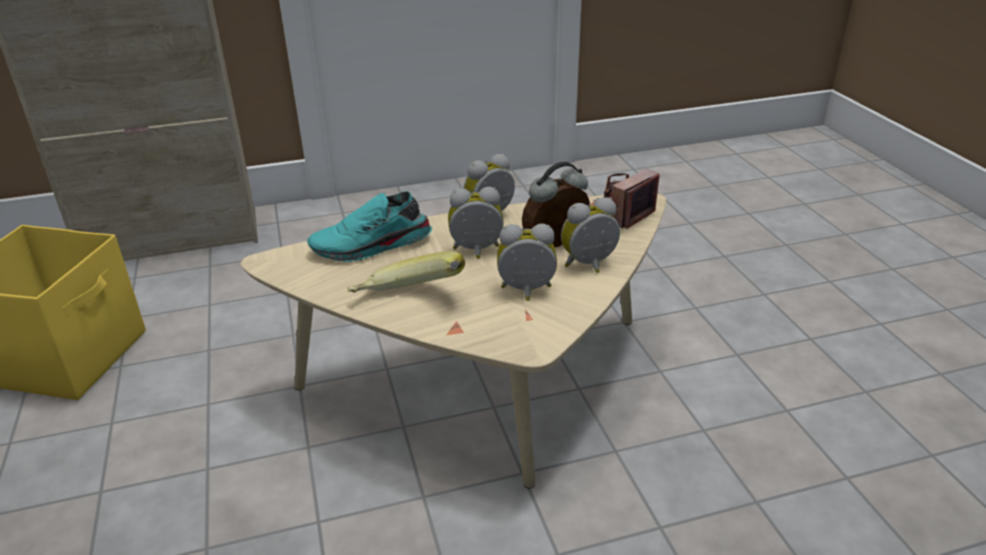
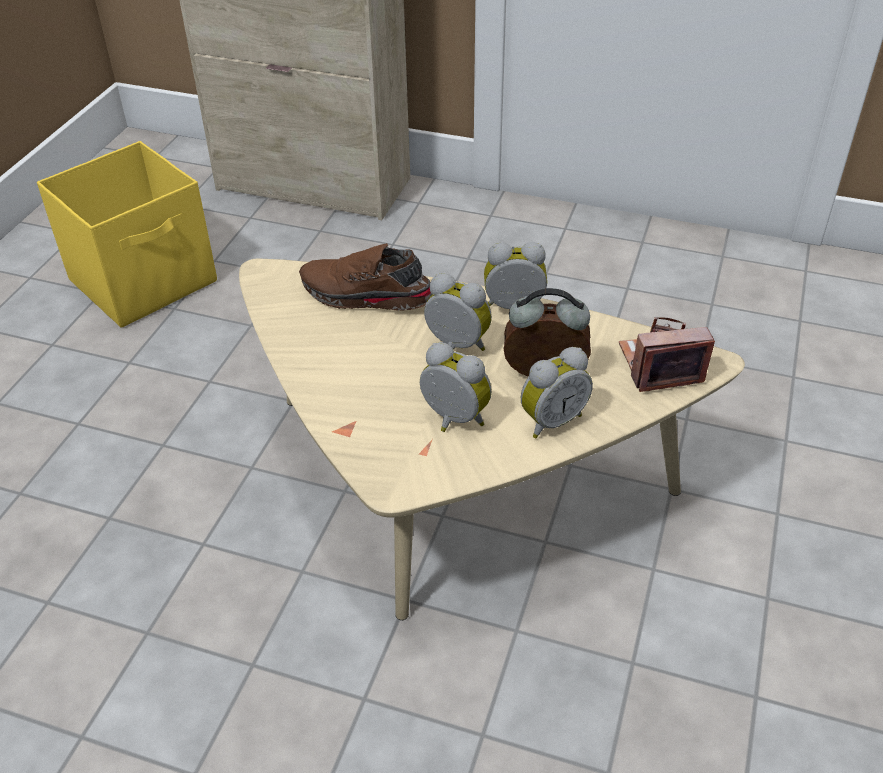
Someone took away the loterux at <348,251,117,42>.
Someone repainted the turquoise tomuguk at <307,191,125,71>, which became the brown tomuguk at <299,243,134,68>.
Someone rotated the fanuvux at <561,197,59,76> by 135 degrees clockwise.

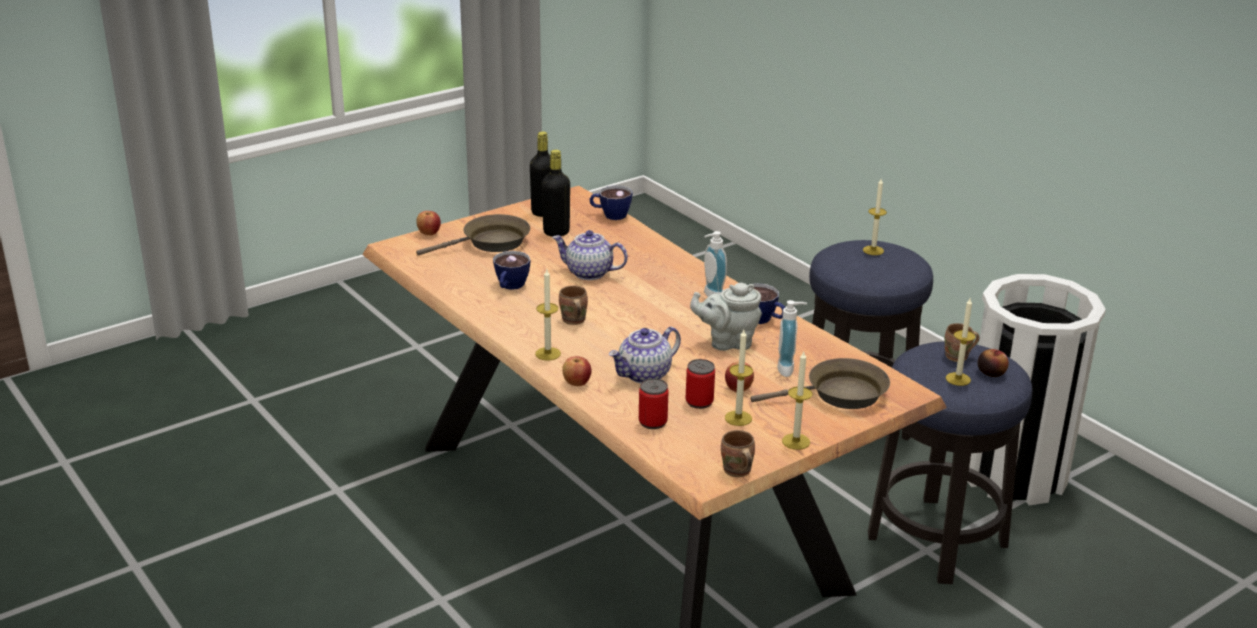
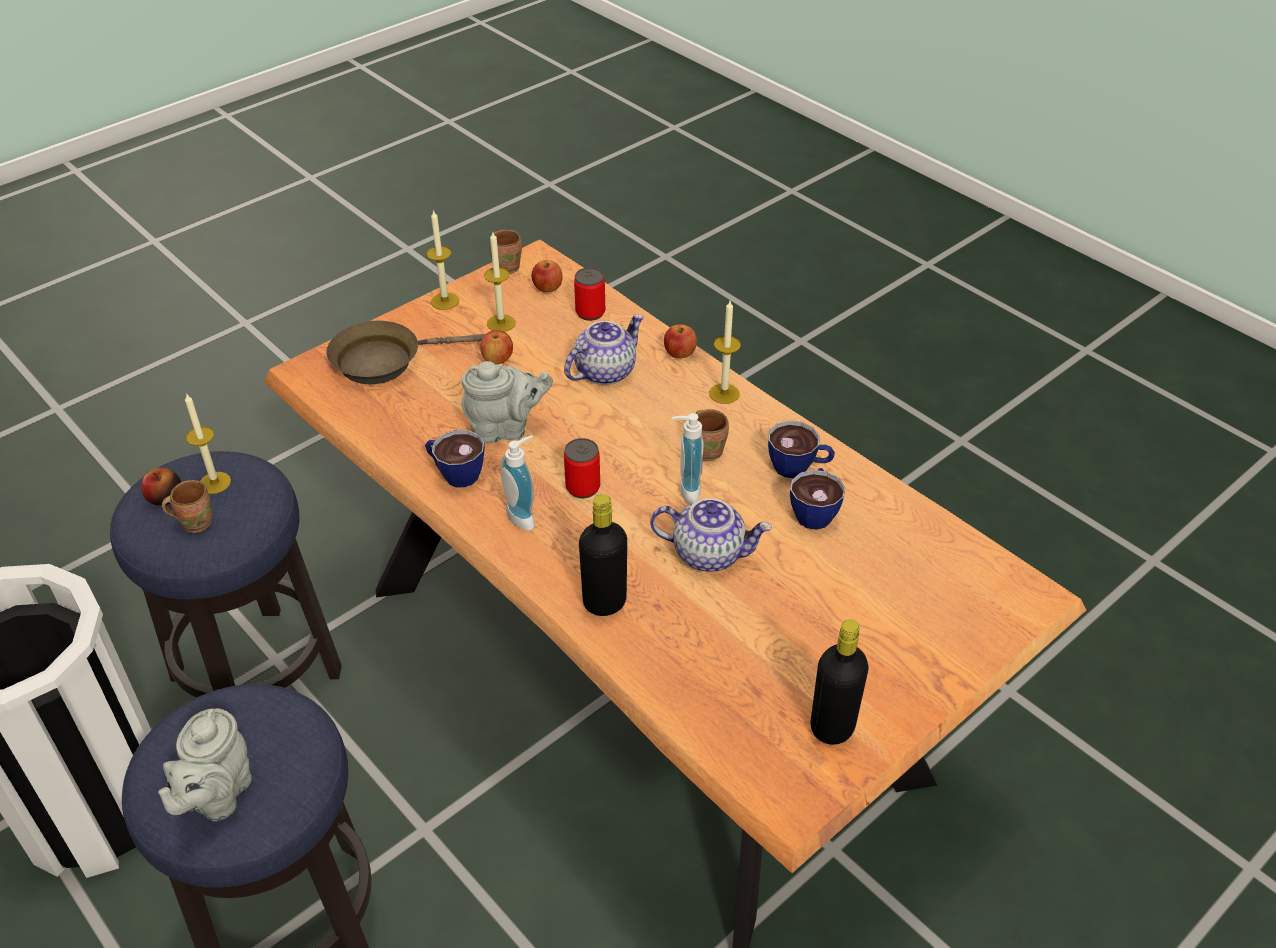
Someone took away the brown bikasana at <416,214,114,41>.
Someone carried the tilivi from <416,211,25,24> to <532,260,31,32>.
Someone carried the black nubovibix from <542,150,28,87> to <579,494,48,122>.
Someone carried the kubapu from <590,185,42,35> to <768,420,67,58>.
Someone carried the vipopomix from <686,359,29,50> to <564,438,36,60>.
Someone carried the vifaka from <777,300,30,77> to <672,413,31,91>.
Someone swapped the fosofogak at <863,179,24,76> for the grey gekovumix at <158,708,94,113>.

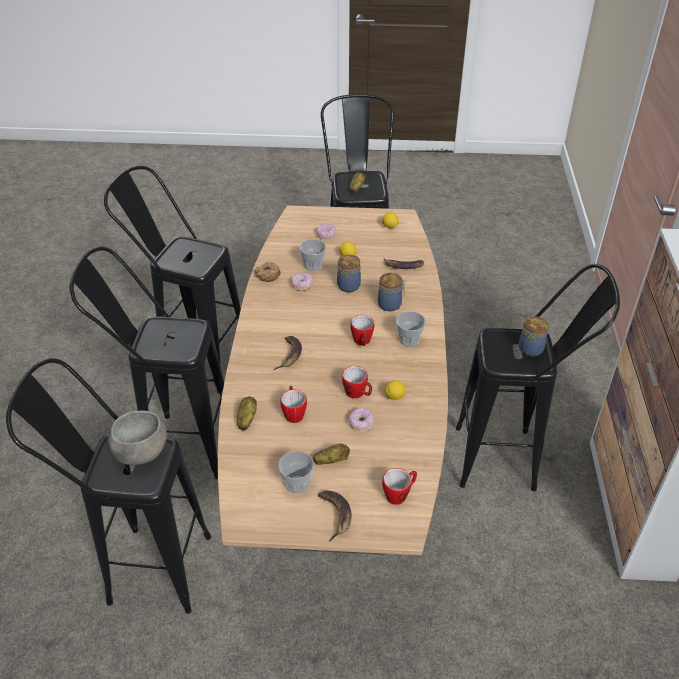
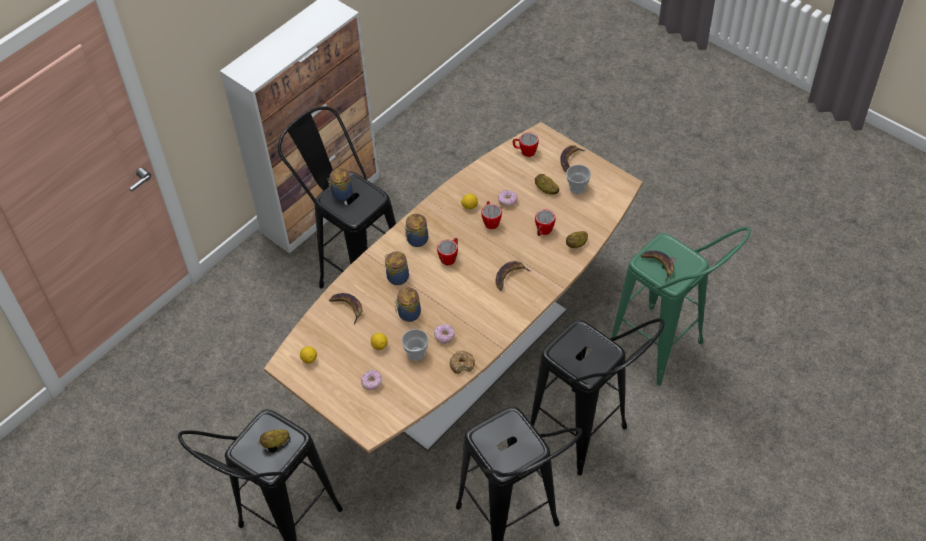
Someone swapped the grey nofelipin at <108,410,59,55> for the loterux at <641,251,33,31>.
Someone swapped the kubapu at <396,311,30,36> for the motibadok at <405,214,23,33>.
Someone repainted the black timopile at <6,358,205,256>, which became the green timopile at <611,227,140,159>.

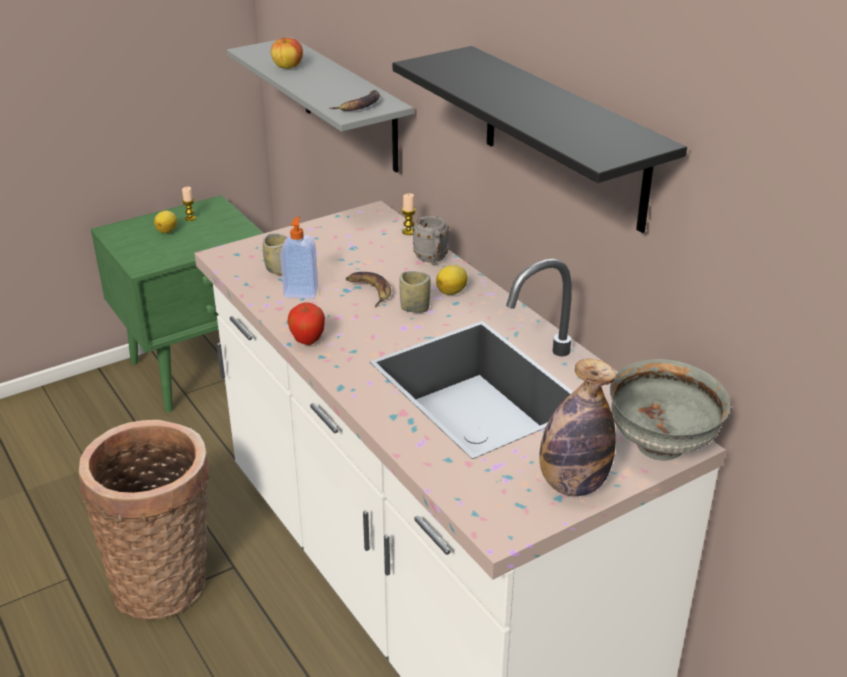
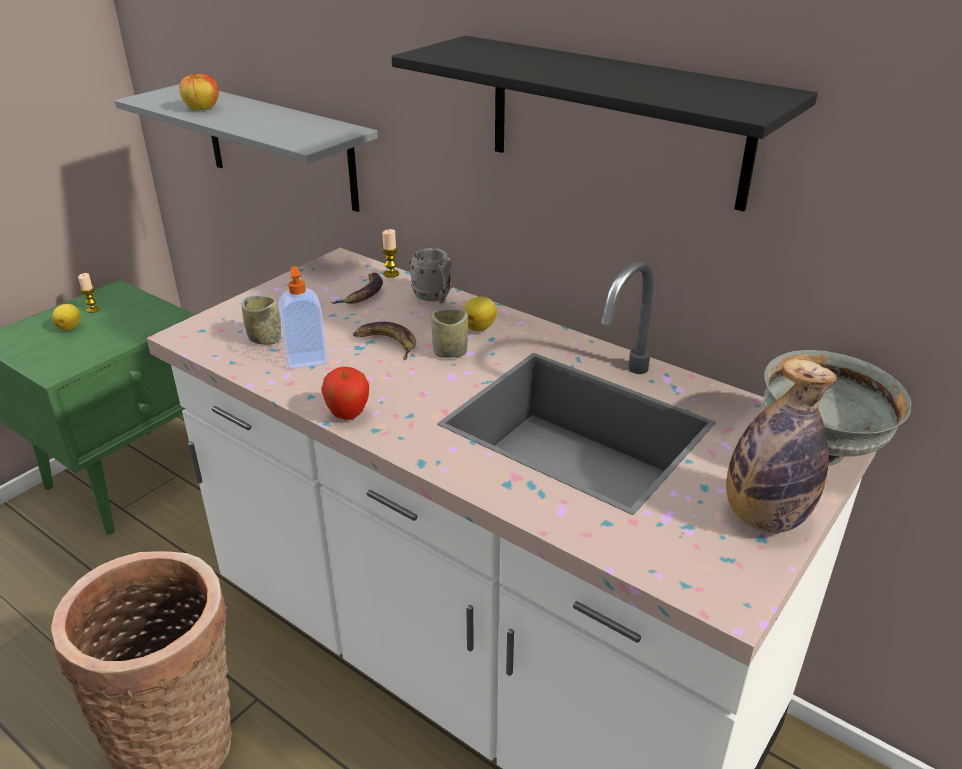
Someone carried the loterux from <330,90,50,21> to <331,273,52,31>.

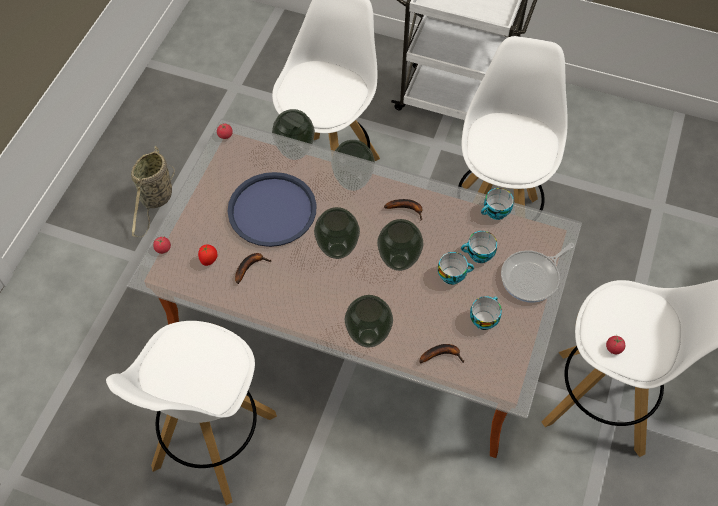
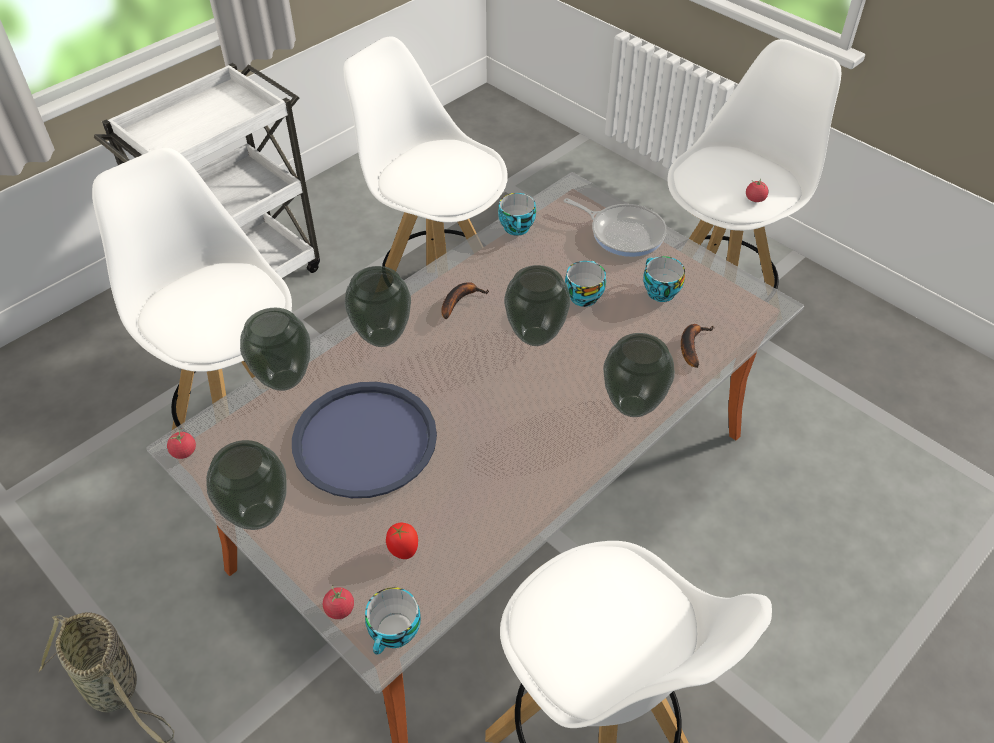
Someone took away the loterux at <235,253,36,31>.
Someone carried the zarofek from <314,207,46,52> to <206,440,81,90>.
Someone carried the kubapu from <461,231,36,32> to <365,587,56,68>.
Someone rotated the bikasana at <501,243,74,60> by 45 degrees counterclockwise.

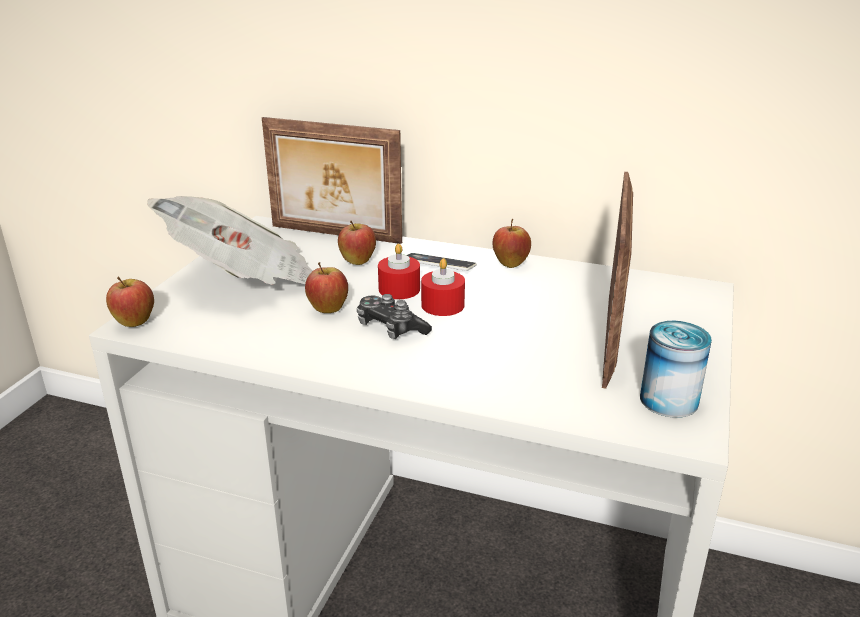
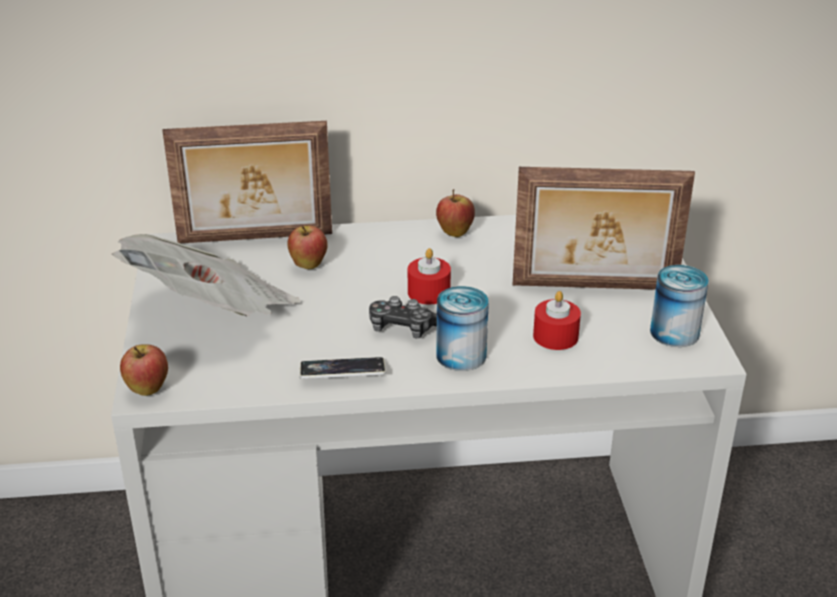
Someone took away the tilivi at <305,262,43,51>.
Someone put down the vipopomix at <436,286,53,85>.
Someone carried the red fosofogak from <378,244,42,55> to <533,291,48,59>.
Someone carried the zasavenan from <407,253,70,18> to <299,357,87,22>.
Someone rotated the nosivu at <602,172,31,216> by 105 degrees clockwise.

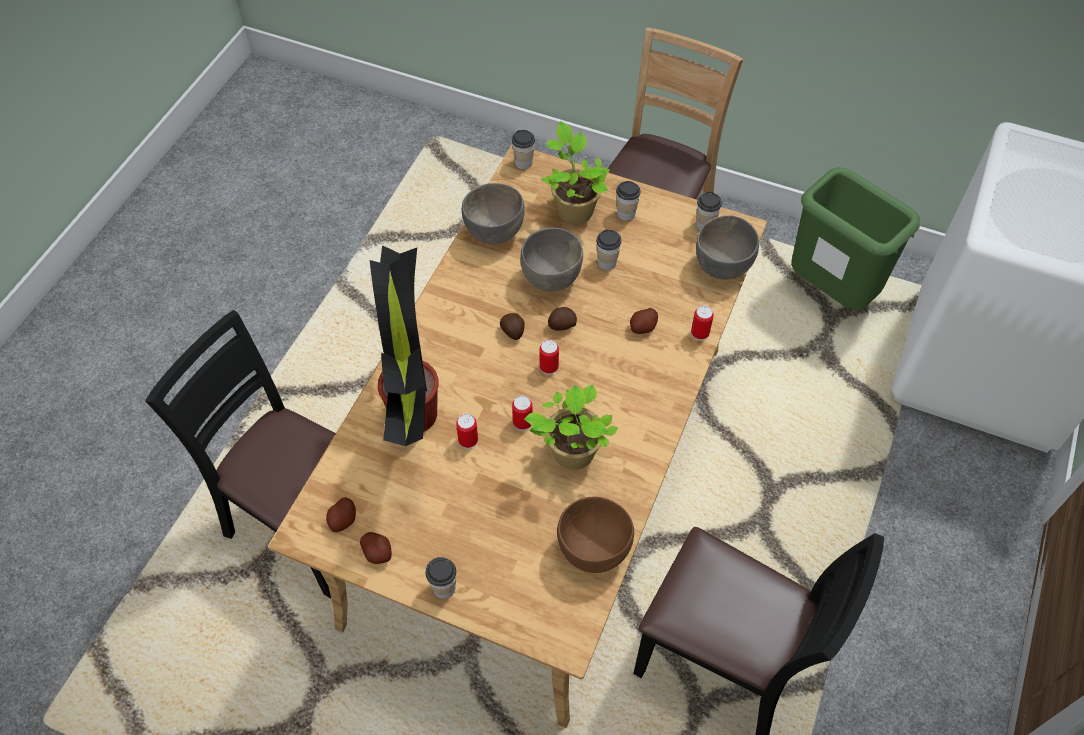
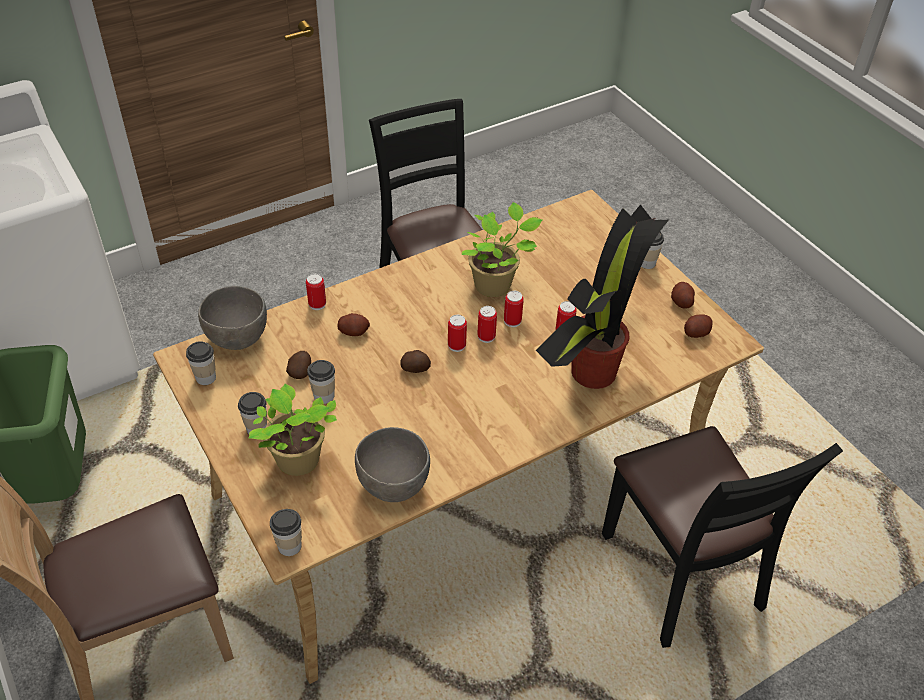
Someone took away the grey nofelipin at <520,228,63,64>.
Someone took away the brown nofelipin at <557,497,77,76>.
Someone put down the vipopomix at <477,306,20,37>.
Someone carried the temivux from <500,313,25,27> to <286,351,25,28>.

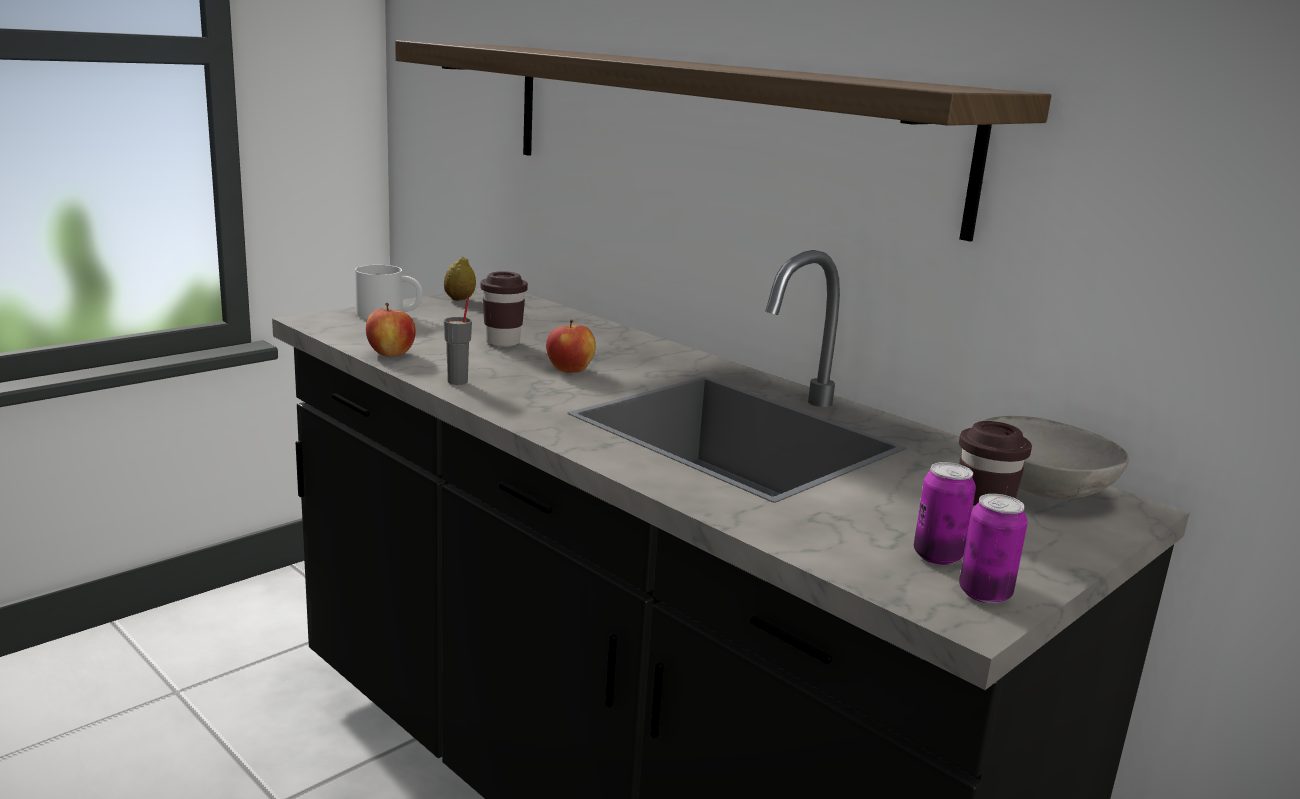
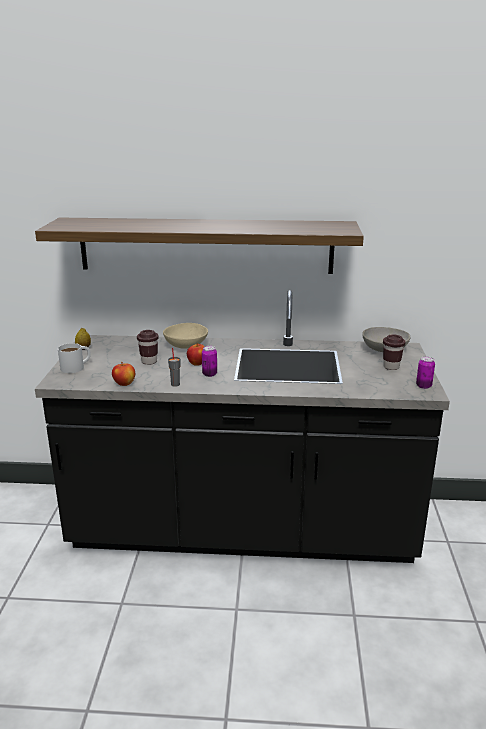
Someone put down the beige nofelipin at <163,323,45,26>.
Someone carried the vipopomix from <914,462,62,103> to <202,346,15,31>.

